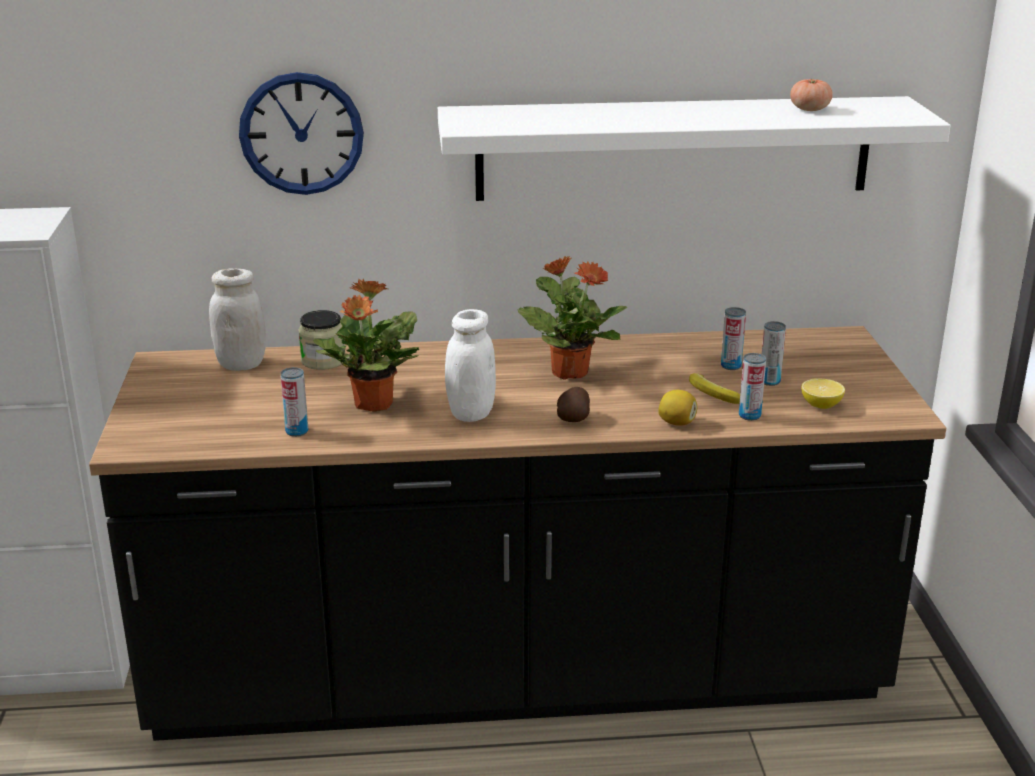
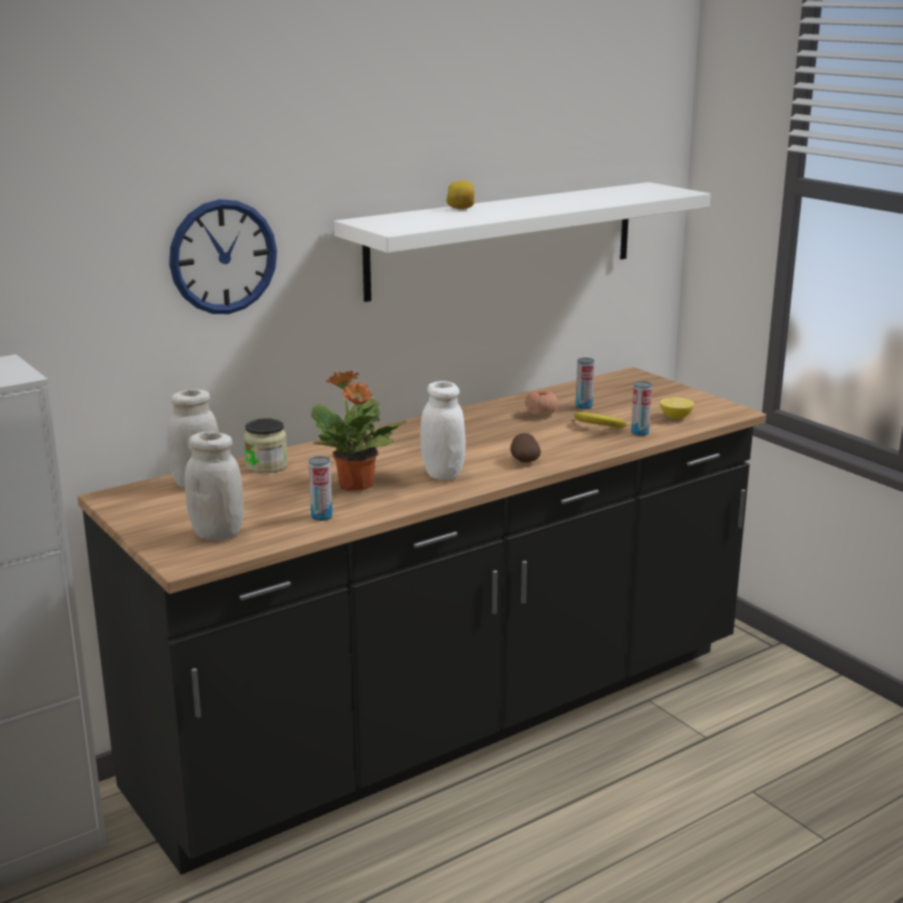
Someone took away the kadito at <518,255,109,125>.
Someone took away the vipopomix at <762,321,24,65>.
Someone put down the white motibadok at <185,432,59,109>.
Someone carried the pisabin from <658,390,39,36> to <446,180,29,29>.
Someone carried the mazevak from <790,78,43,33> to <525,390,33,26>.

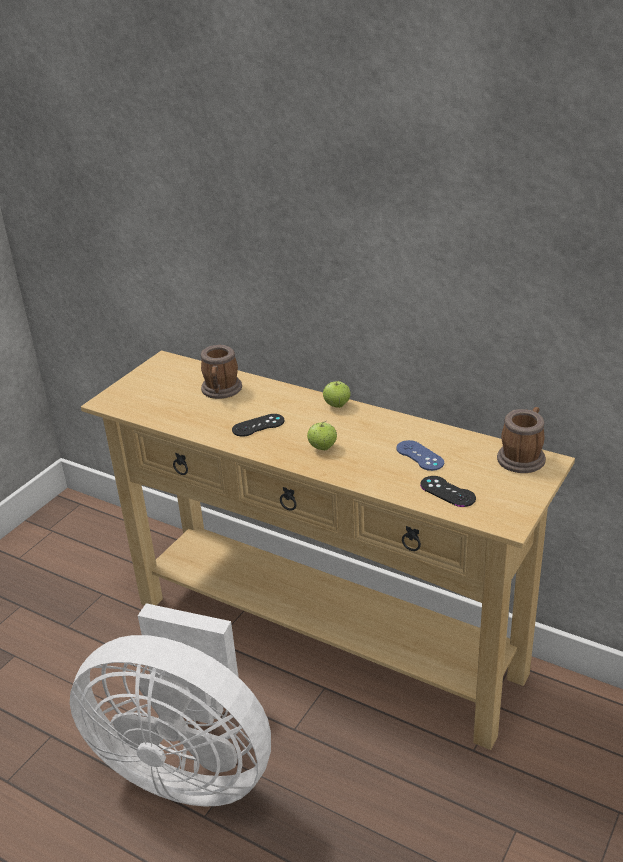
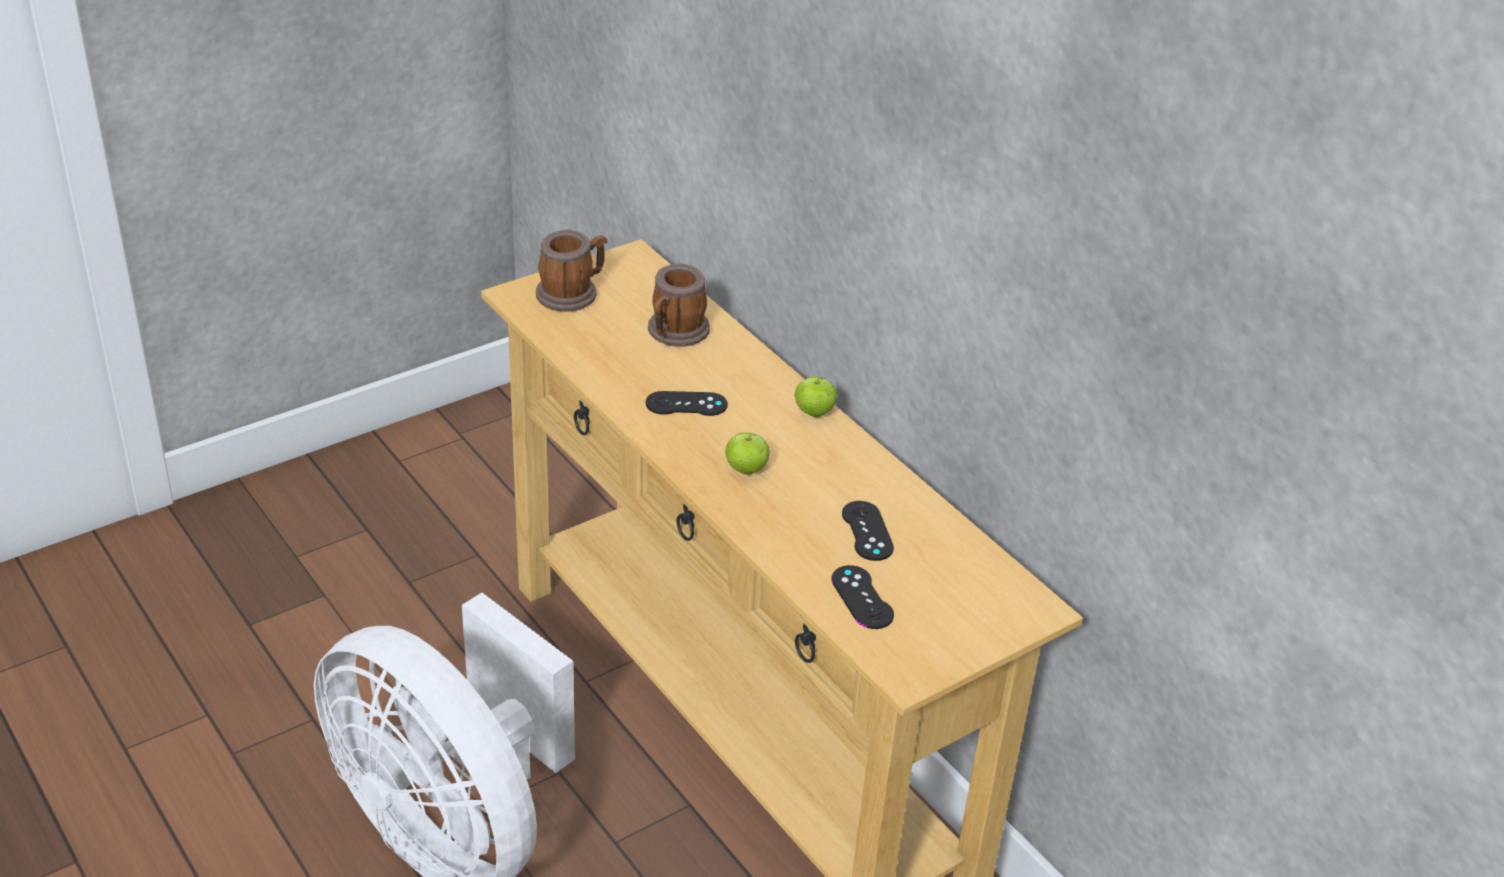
Someone carried the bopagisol from <497,407,49,66> to <536,229,71,82>.
Someone repainted the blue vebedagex at <396,440,48,31>, which became the black vebedagex at <842,501,52,60>.

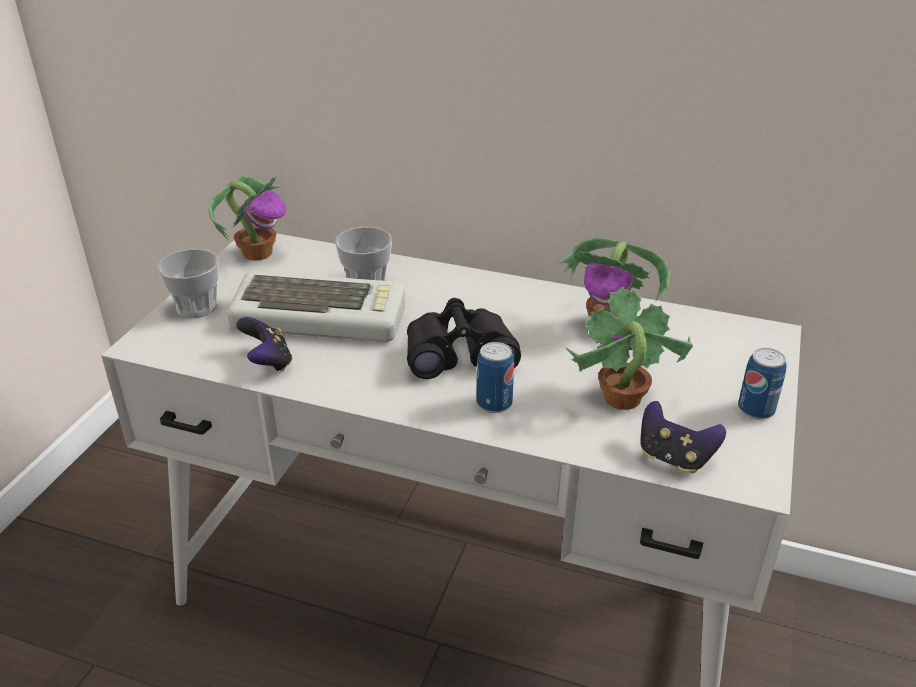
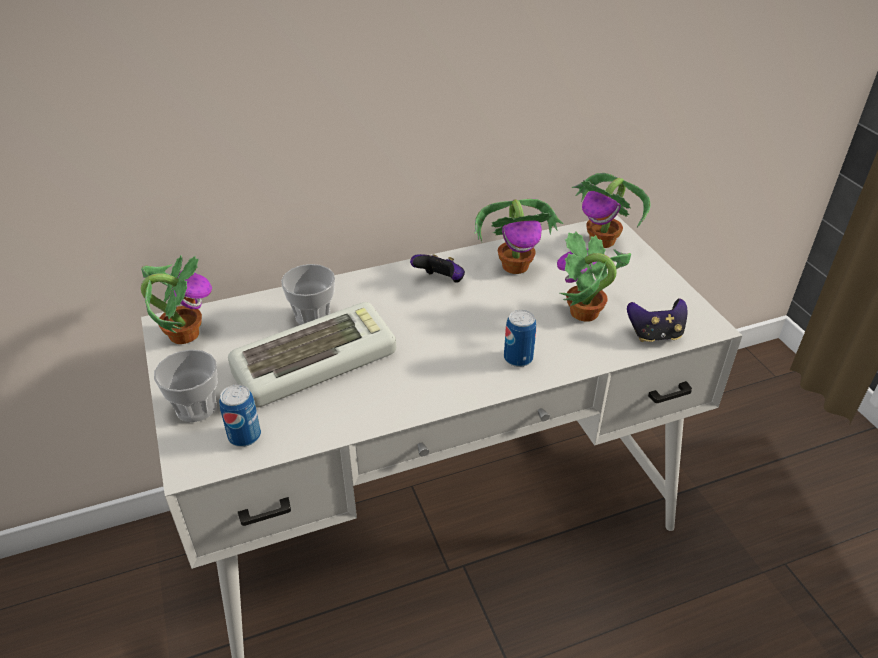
Someone took away the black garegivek at <407,298,114,81>.
Someone put down the kadito at <572,173,79,75>.
Someone carried the vebedagex from <236,317,57,55> to <410,254,55,29>.
Someone carried the vipopomix from <738,348,49,72> to <219,384,42,63>.

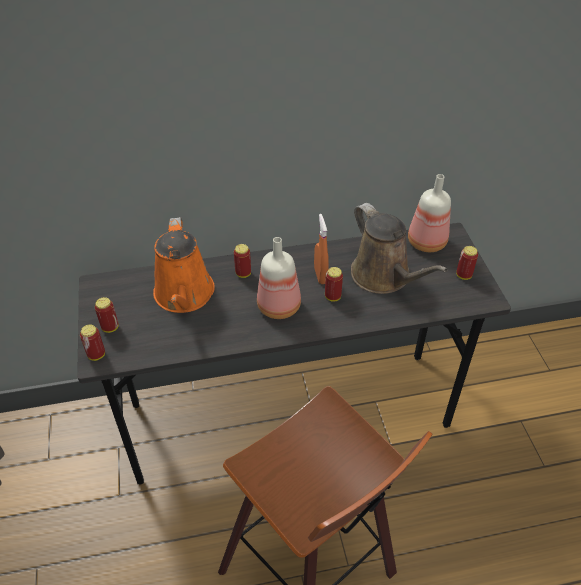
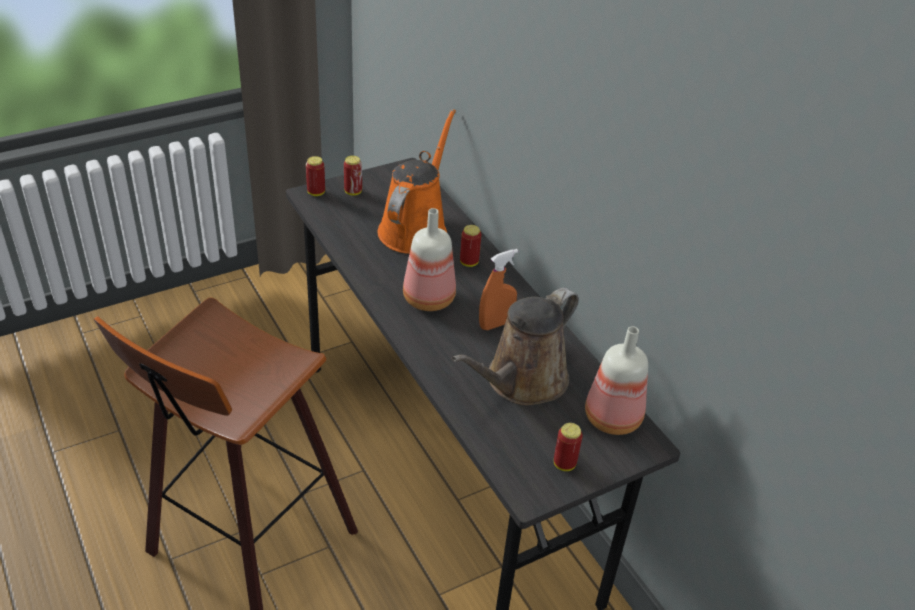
Someone took away the vipopomix at <325,267,18,35>.
Someone rotated the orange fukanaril at <153,217,62,96> by 135 degrees clockwise.

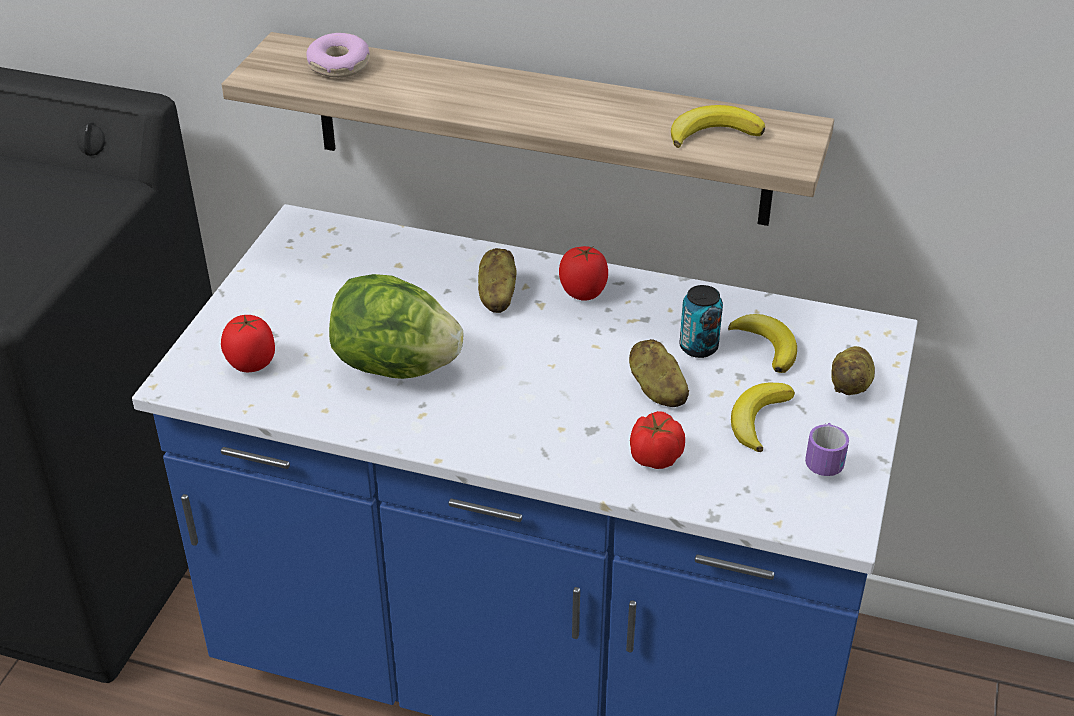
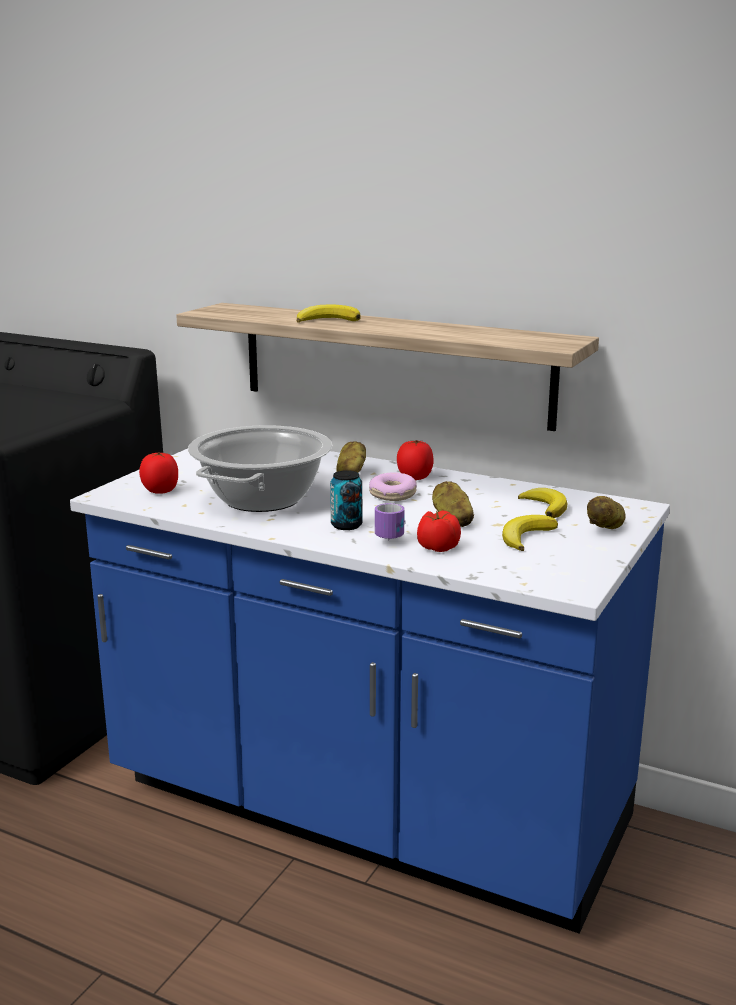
Someone carried the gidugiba from <306,33,64,45> to <369,472,48,29>.
Someone carried the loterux from <671,105,94,43> to <297,304,64,19>.
Someone carried the vipopomix from <679,285,44,73> to <330,470,32,60>.
Someone carried the bopagisol from <805,423,44,53> to <375,503,30,38>.
Someone swapped the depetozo at <329,274,134,105> for the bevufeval at <188,425,144,87>.

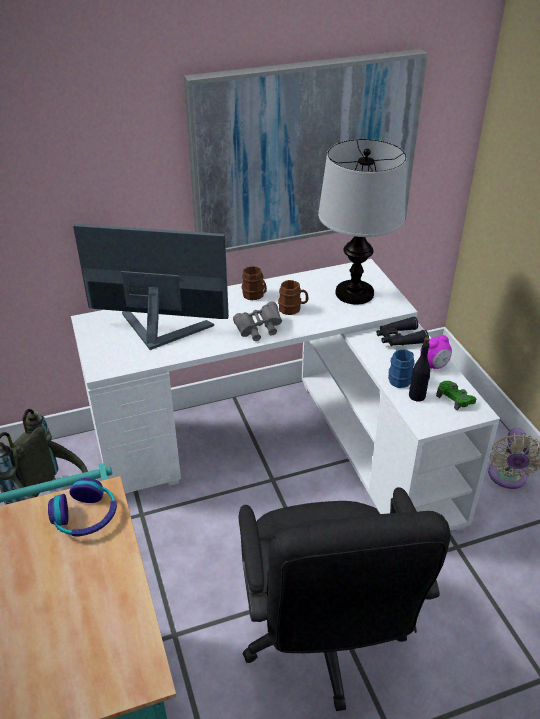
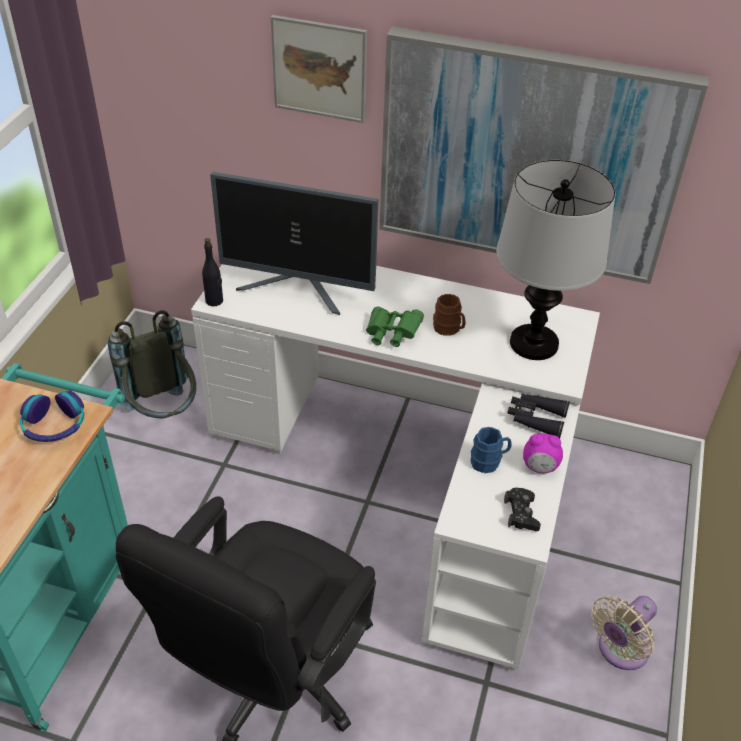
Someone took away the brown bopagisol at <242,266,25,34>.
Someone put up the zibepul at <271,15,96,108>.
Someone carried the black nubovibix from <409,337,21,64> to <202,238,21,69>.
Someone repainted the grey garegivek at <233,302,49,39>, which became the green garegivek at <366,307,58,40>.
Someone repainted the green vebedagex at <436,381,41,30>, which became the black vebedagex at <504,488,37,43>.
Someone rotated the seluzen at <73,224,156,126> by 150 degrees clockwise.

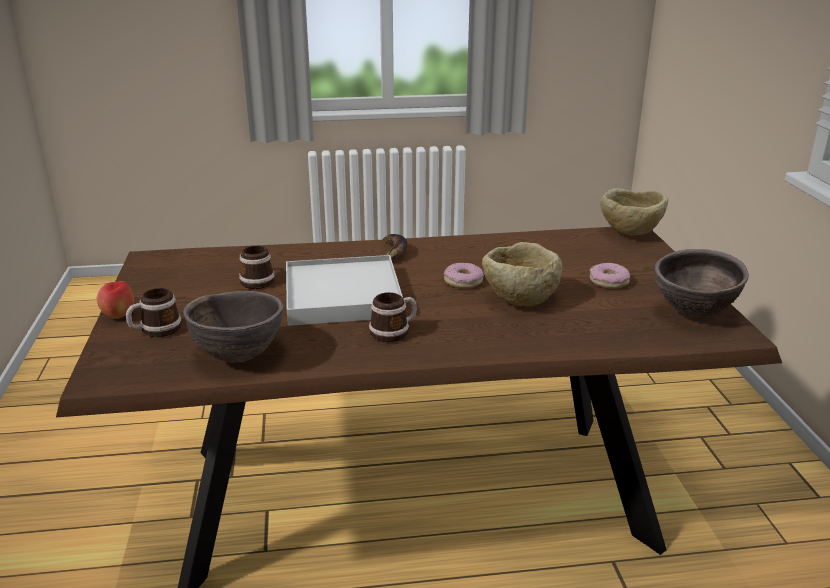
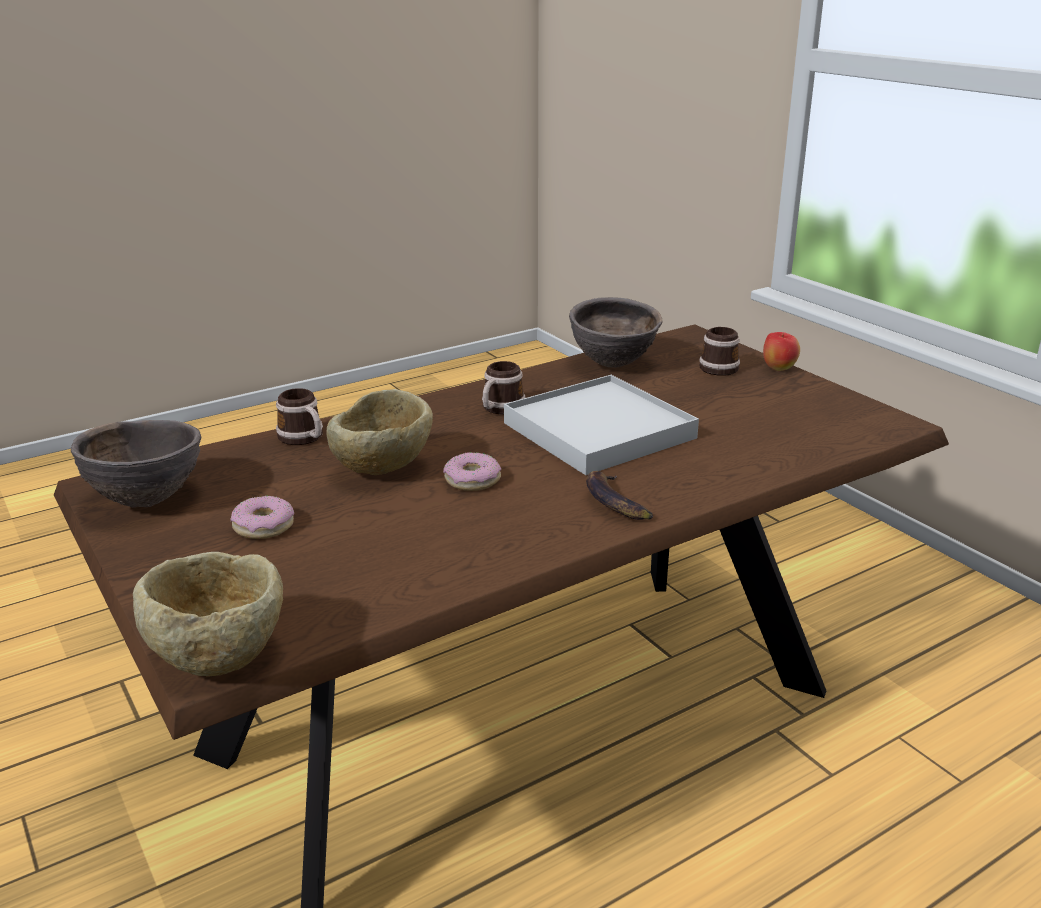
Someone carried the bopagisol from <239,246,36,43> to <276,388,47,57>.

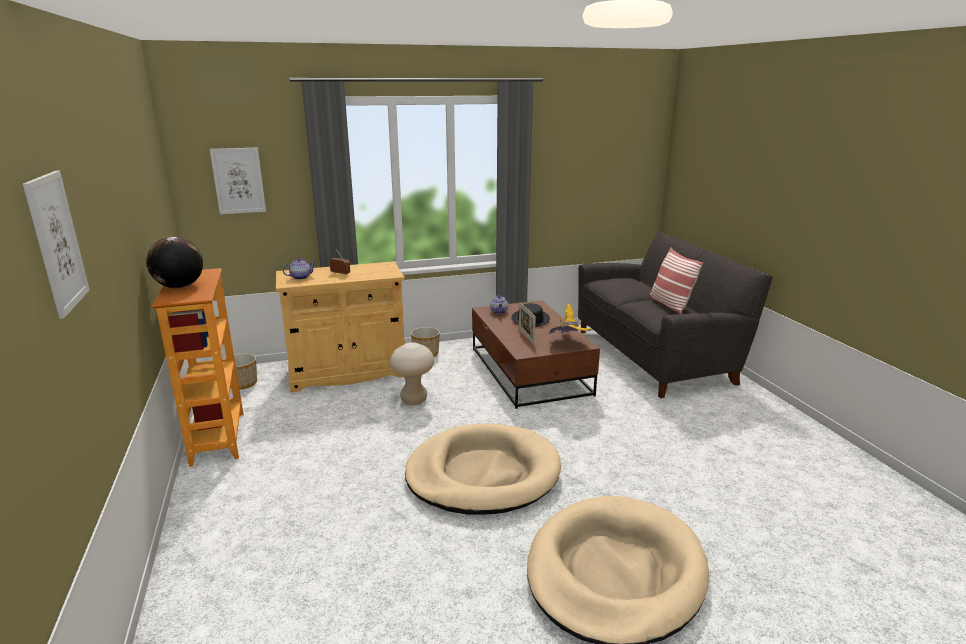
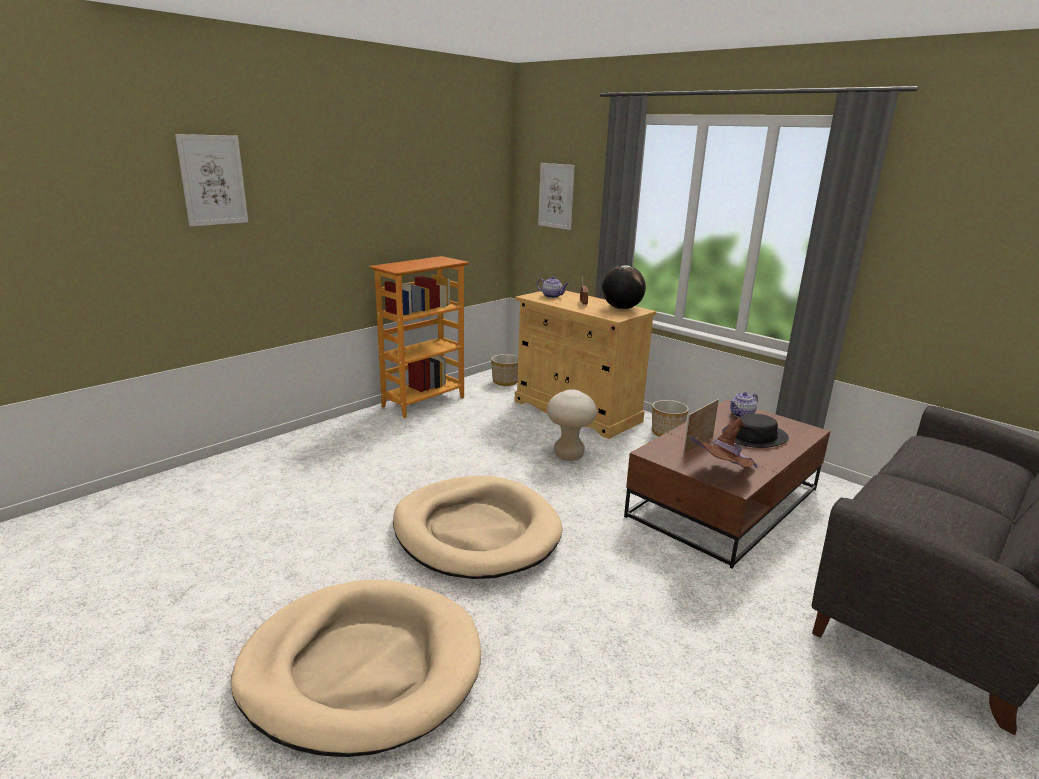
Someone took away the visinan at <649,248,55,66>.
Someone carried the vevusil from <146,237,57,51> to <602,265,44,44>.
Someone repainted the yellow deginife at <548,304,44,30>, which became the brown deginife at <689,418,69,50>.

